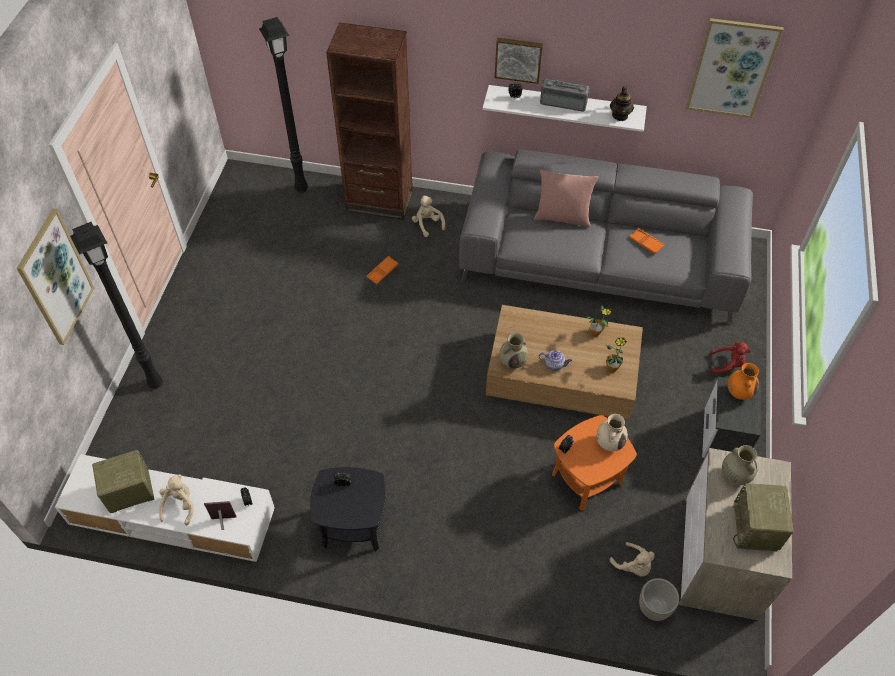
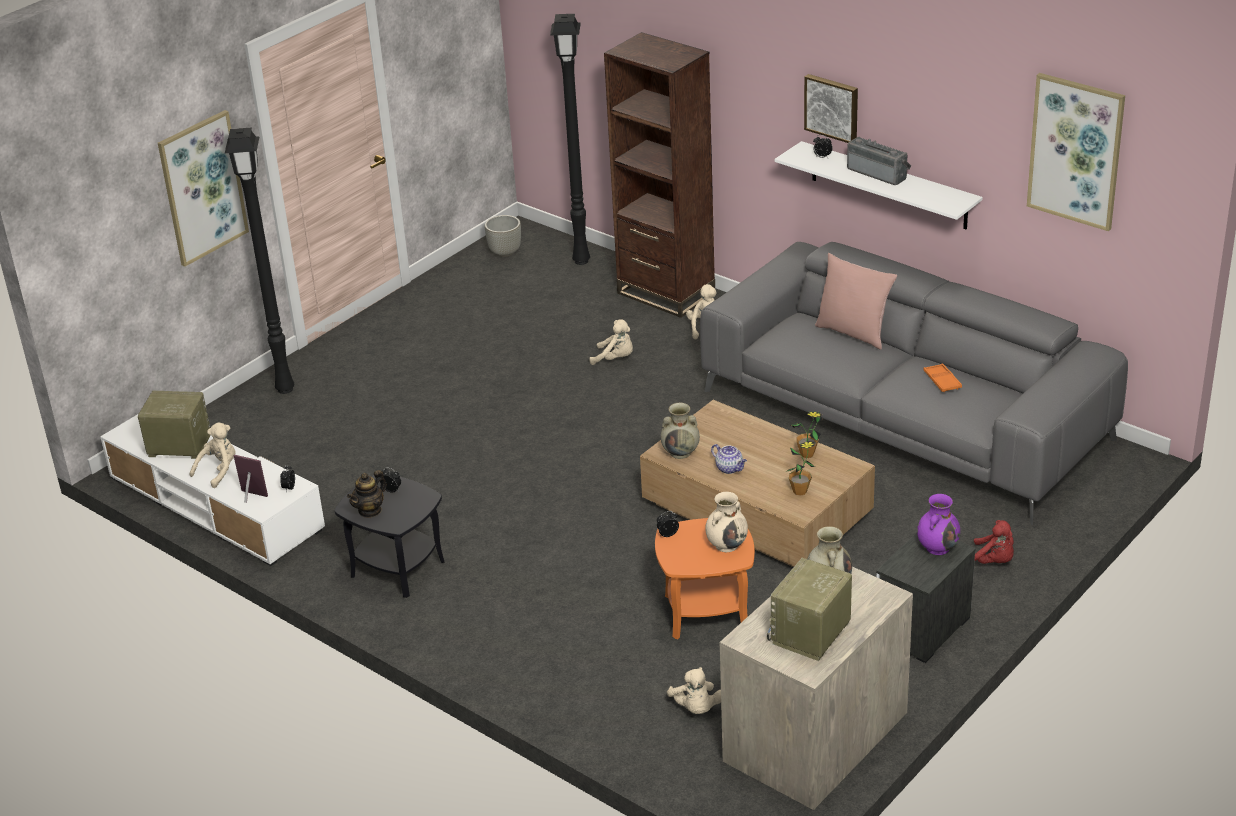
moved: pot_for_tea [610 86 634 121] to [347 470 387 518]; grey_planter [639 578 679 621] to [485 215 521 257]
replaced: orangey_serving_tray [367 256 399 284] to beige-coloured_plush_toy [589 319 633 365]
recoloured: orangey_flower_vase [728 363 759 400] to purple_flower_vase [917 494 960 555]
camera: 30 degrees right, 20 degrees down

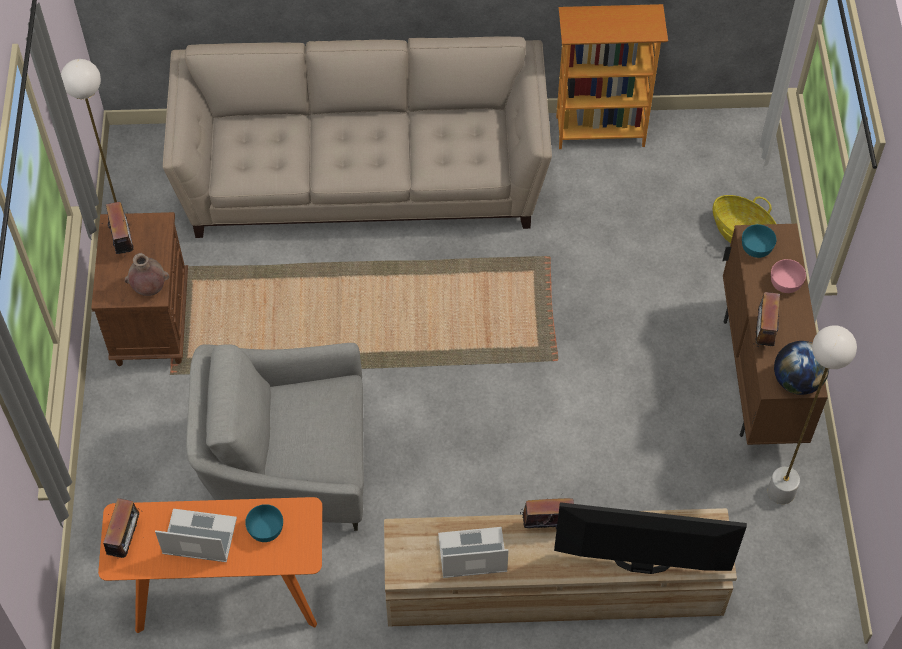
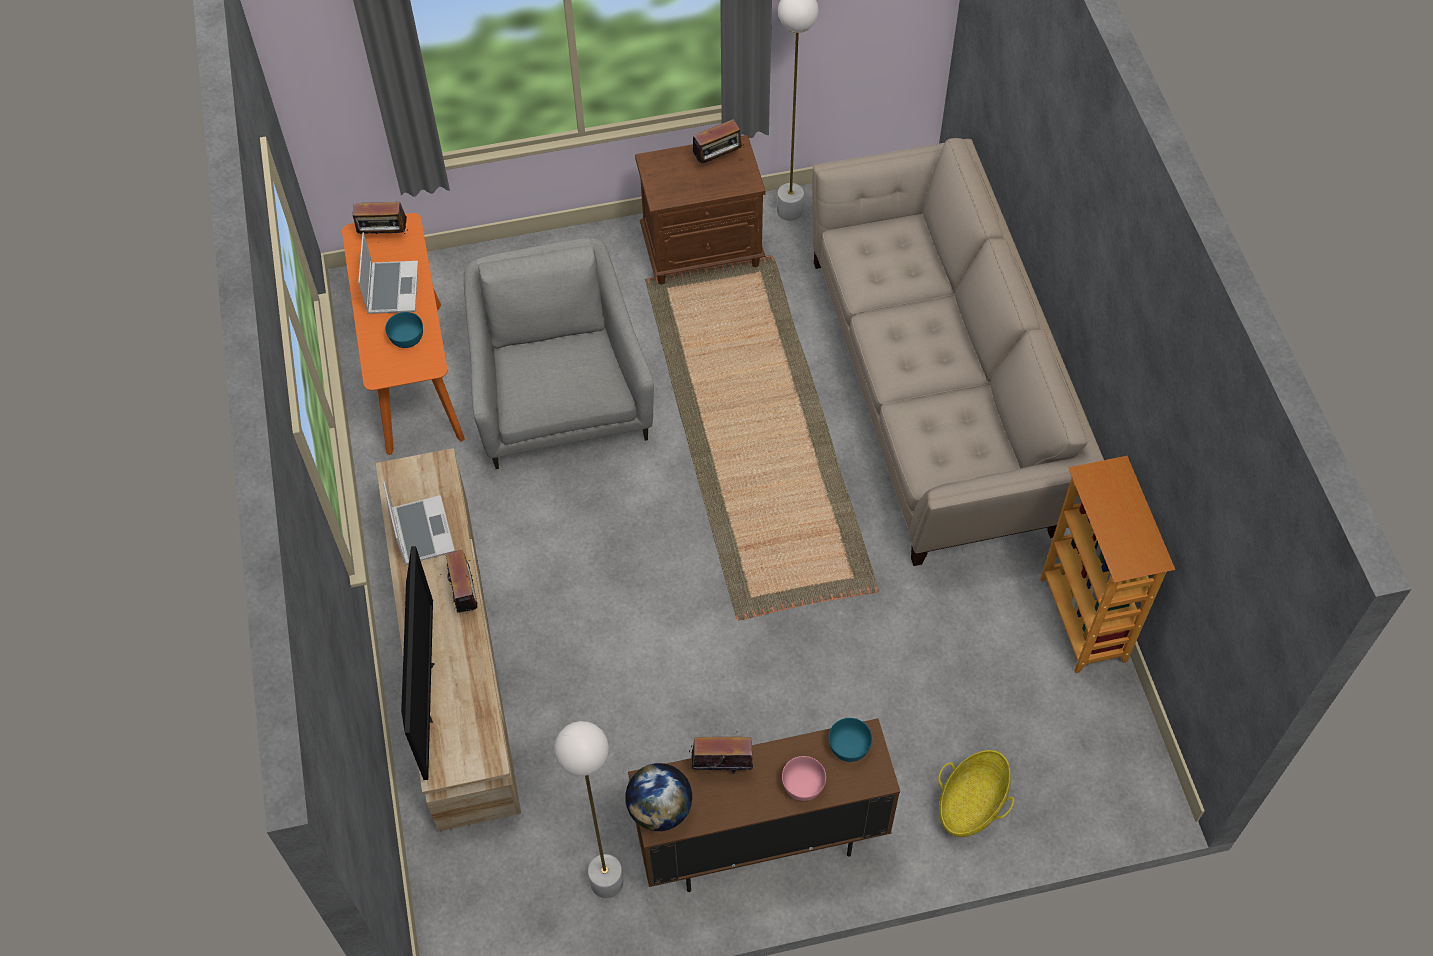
removed: brownish_flower_vase [125 253 169 296]
camera: 80 degrees right, 0 degrees up

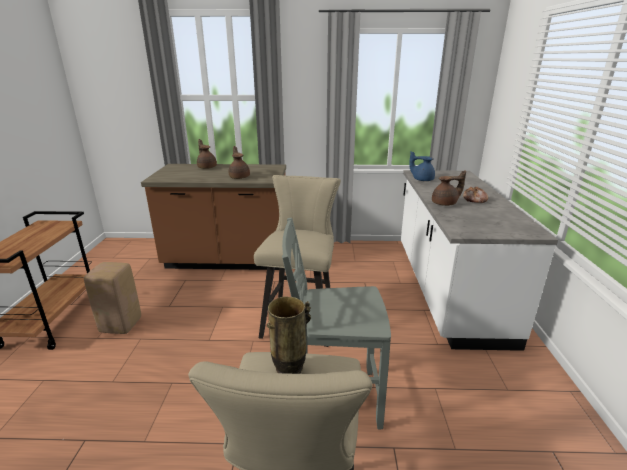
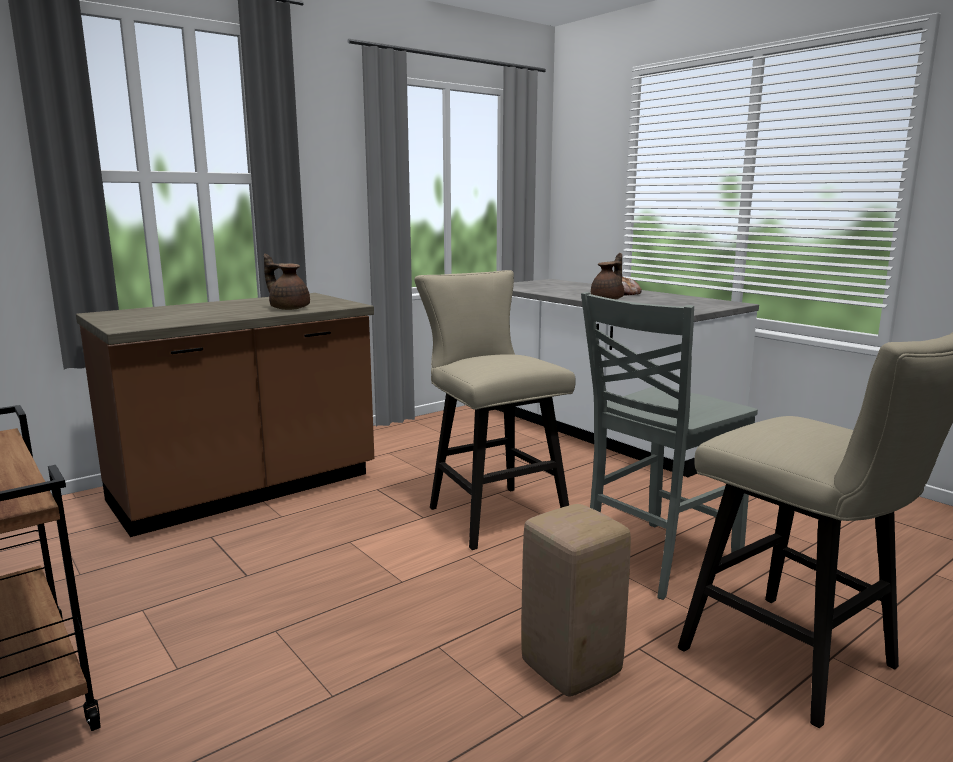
removed: brownish_pot_for_tea [197 139 217 169]; flower_vase [267 296 311 374]; bluish_pot_for_tea [409 151 435 181]
moved: beige-coloured_stool_seat [84 262 141 334] to [521 504 631 697]
camera: 40 degrees left, 10 degrees down

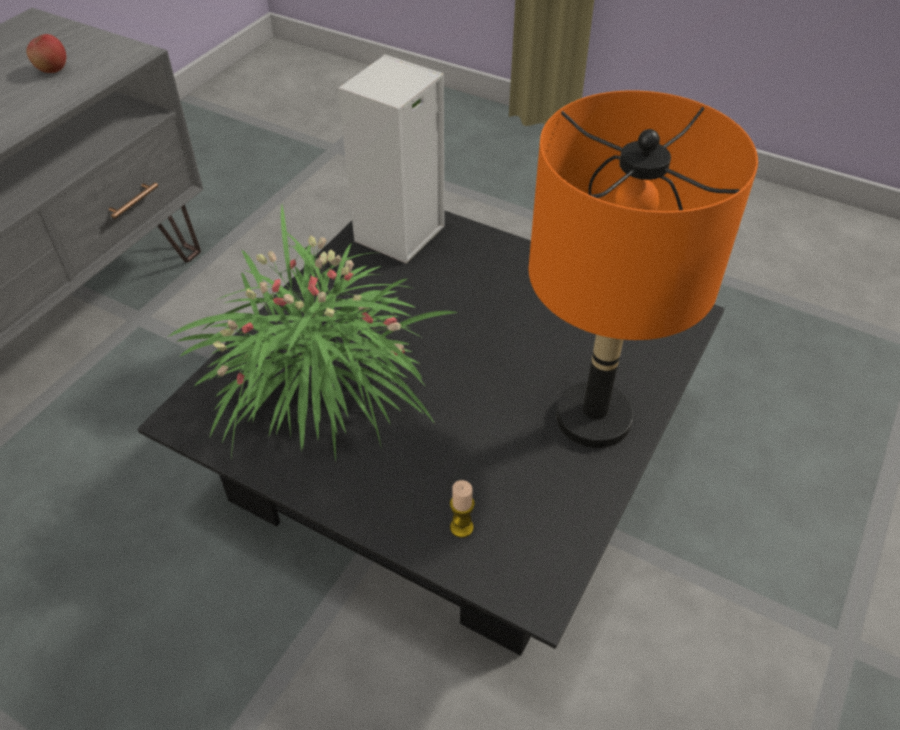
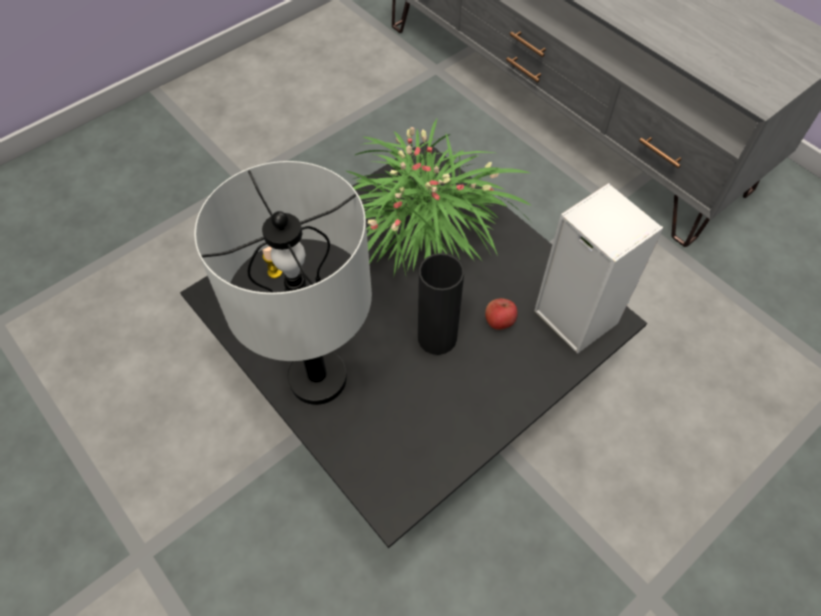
added: black_flower_vase [418 253 464 355]
moved: whole_apple [26 34 66 73] to [485 298 518 330]
recoloured: orangey_table_lamp [529 90 758 448] to grey_table_lamp [194 161 372 405]
camera: 110 degrees right, 10 degrees up

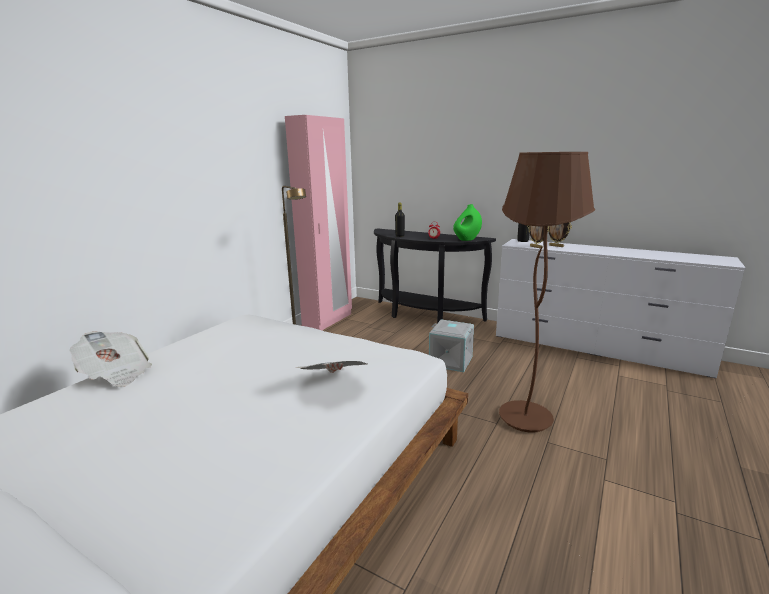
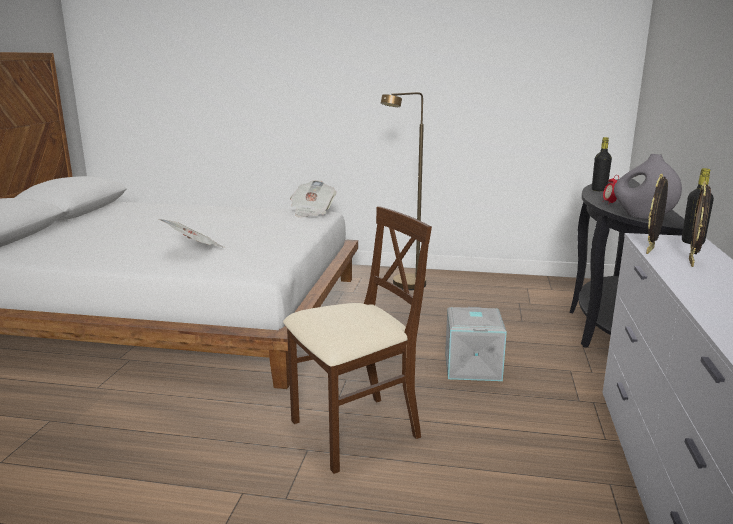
removed: pink-coloured_wardrobe [285 115 352 330]
moved: printed_paper [69 331 152 387] to [290 180 336 217]
replaced: brownish_standard_lamp [499 152 595 433] to beige-coloured_plain_chair [283 206 432 474]
recoloured: greenish_flower_vase [453 204 482 241] to grey_flower_vase [614 154 682 219]
camera: 70 degrees right, 0 degrees up

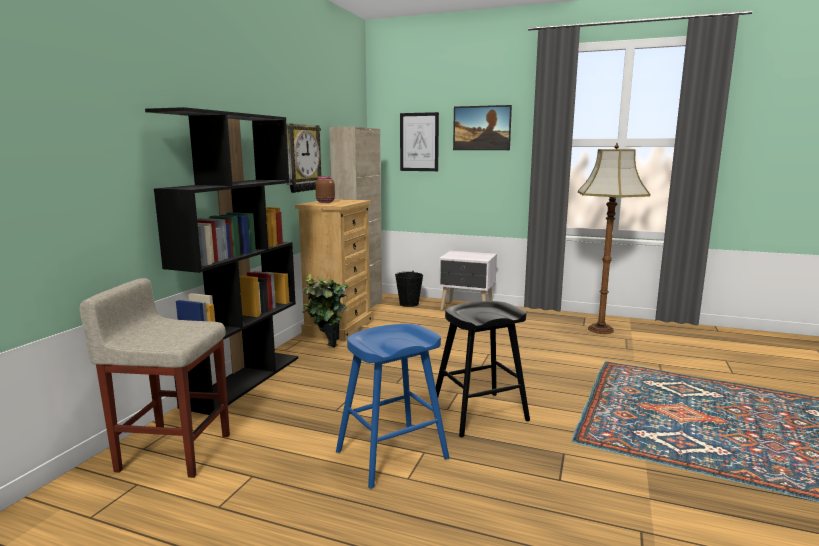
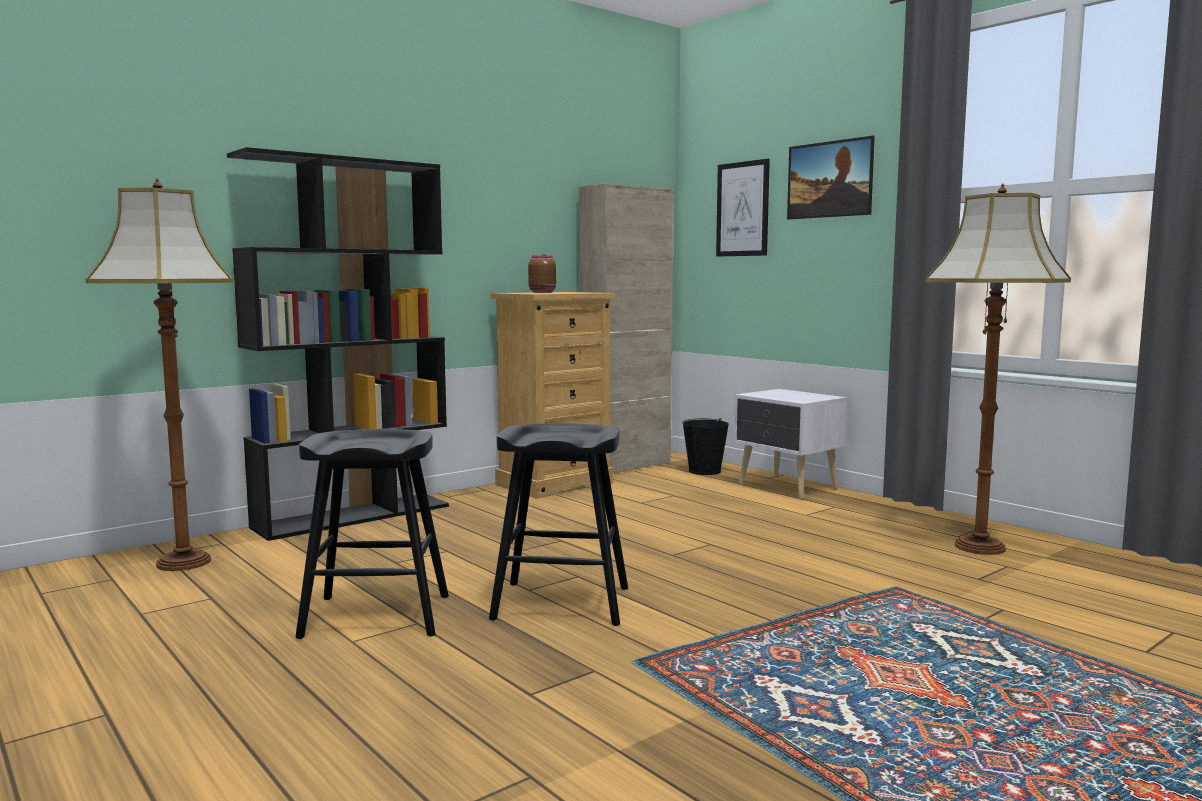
removed: hanging_clock [286 123 321 193]; potted_plant [302 274 349 348]
replaced: beige-coloured_stool_seat [79 278 230 478] to standard_lamp [86 178 233 571]
recoloured: bluish_stool_seat [336 324 449 489] to black_stool_seat [295 429 449 639]
camera: 30 degrees right, 5 degrees down

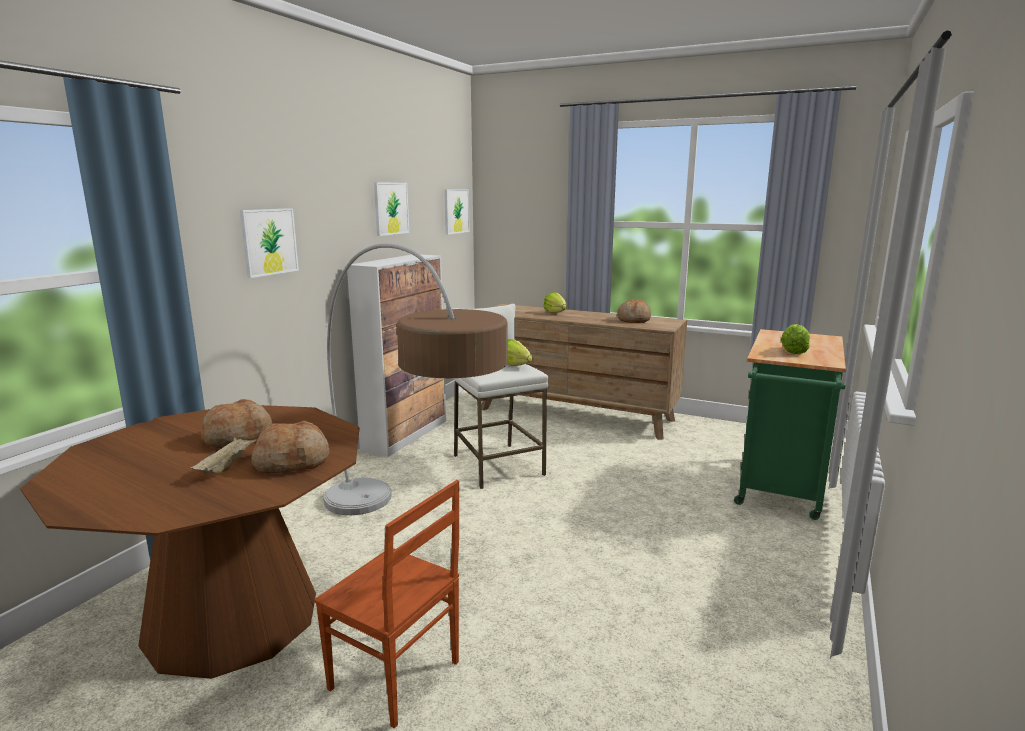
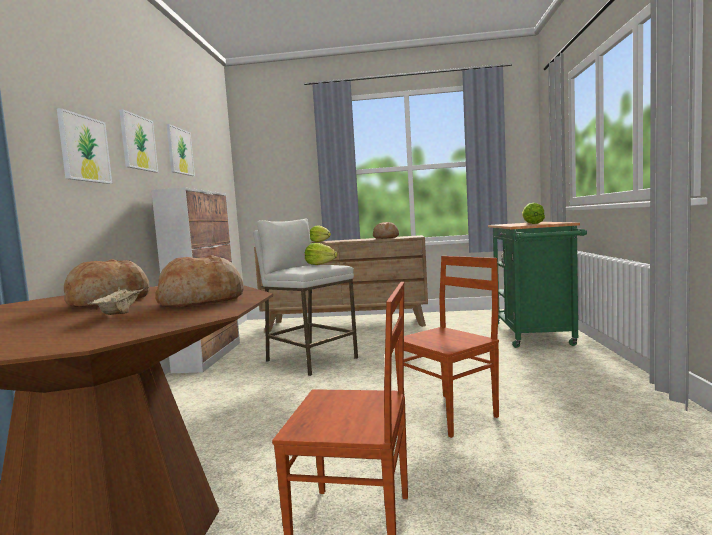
removed: standard_lamp [323 243 508 515]
added: brownish_plain_chair [395 256 499 438]
moved: wall_picture [444 189 470 235] to [119 109 158 173]
camera: 20 degrees left, 10 degrees down

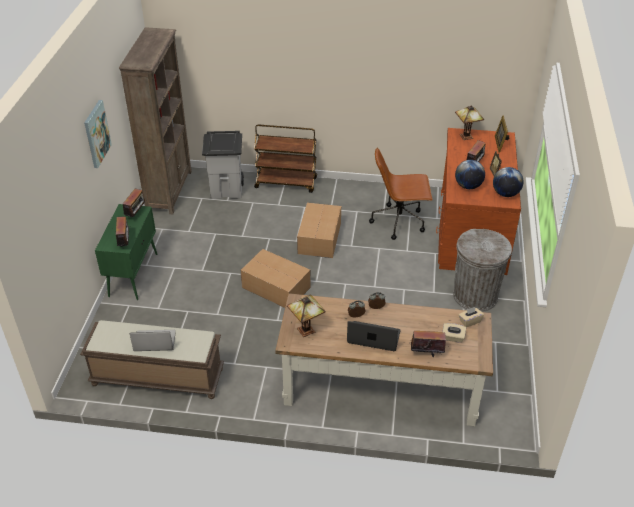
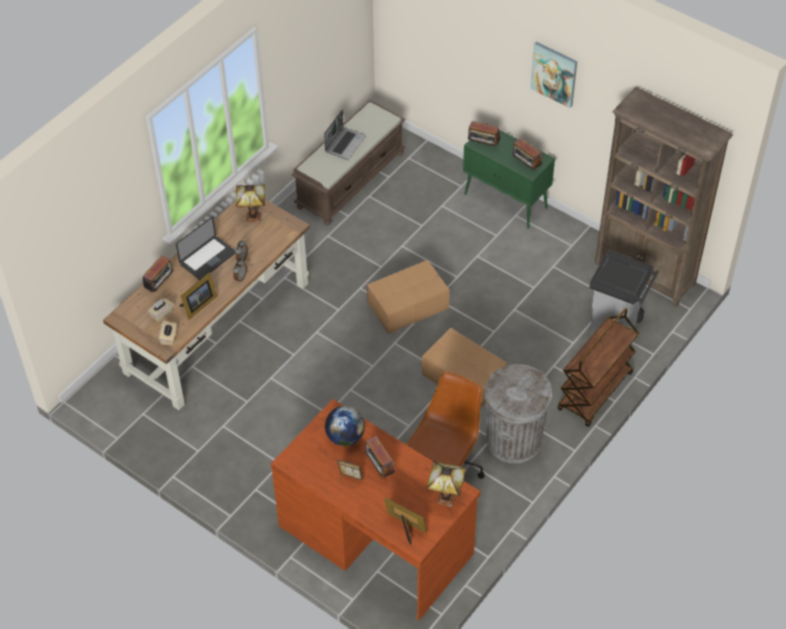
removed: globe [493 167 524 197]
added: photo_frame [180 273 217 320]
moved: grey_trash_can [453 229 512 312] to [484 364 553 463]
camera: 120 degrees right, 10 degrees up

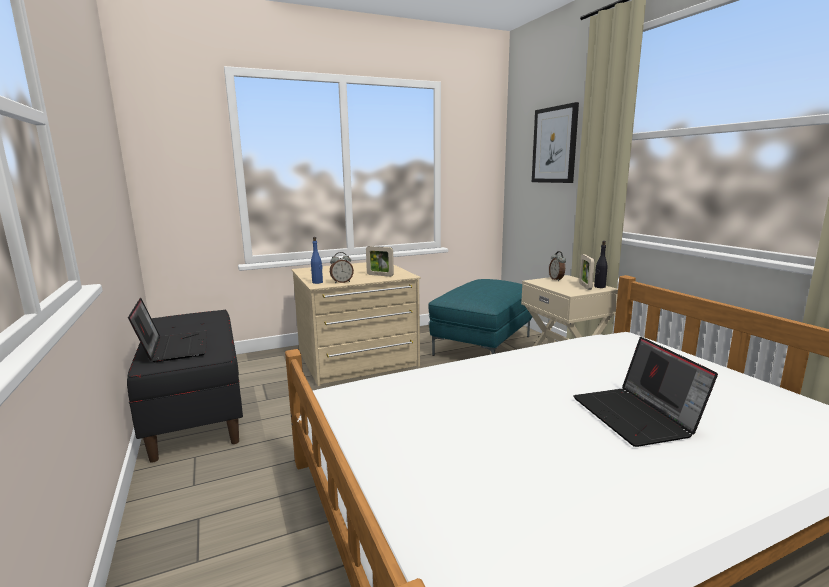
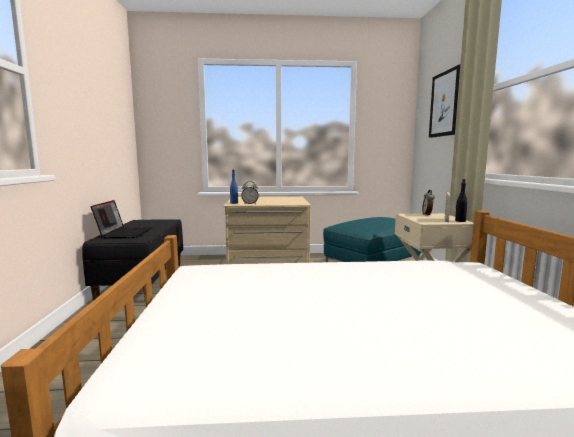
removed: photo_frame [366 246 394 277]; portable_computer [574 337 718 447]
camera: 20 degrees right, 5 degrees down

